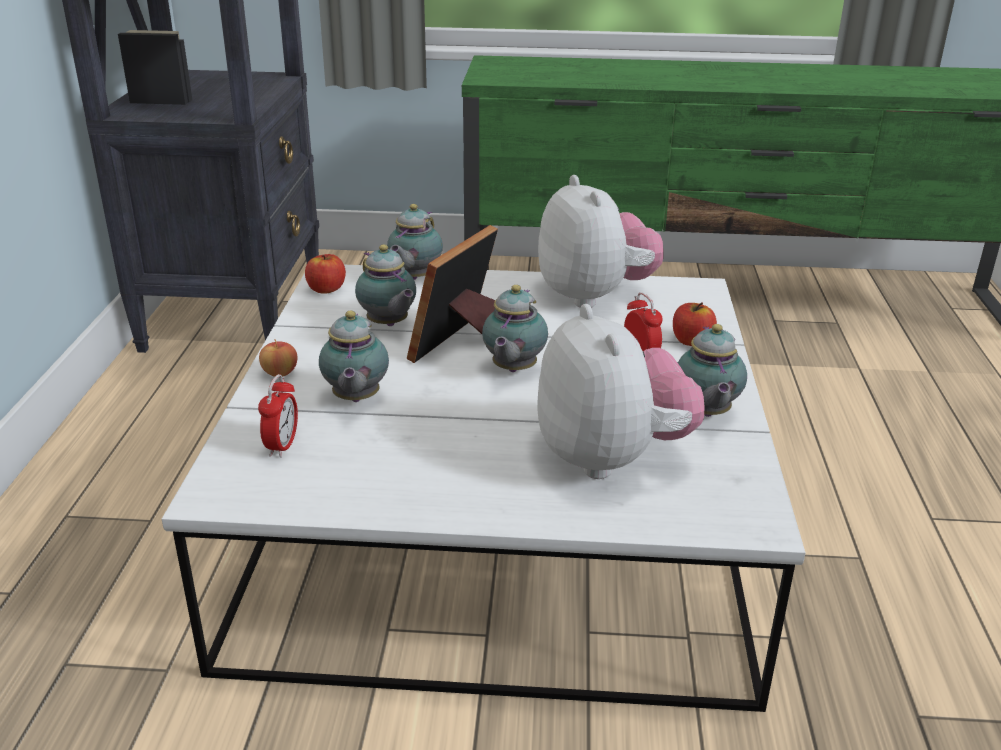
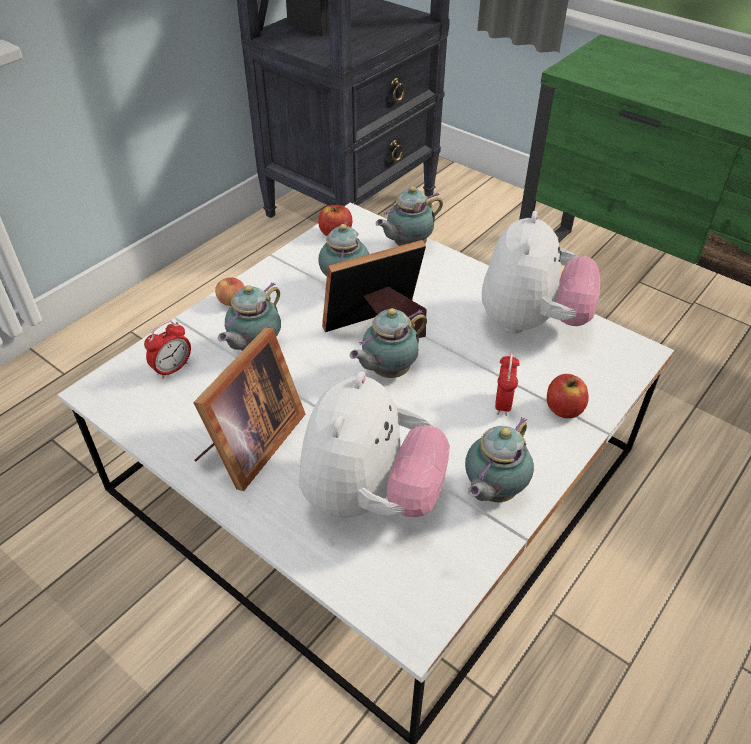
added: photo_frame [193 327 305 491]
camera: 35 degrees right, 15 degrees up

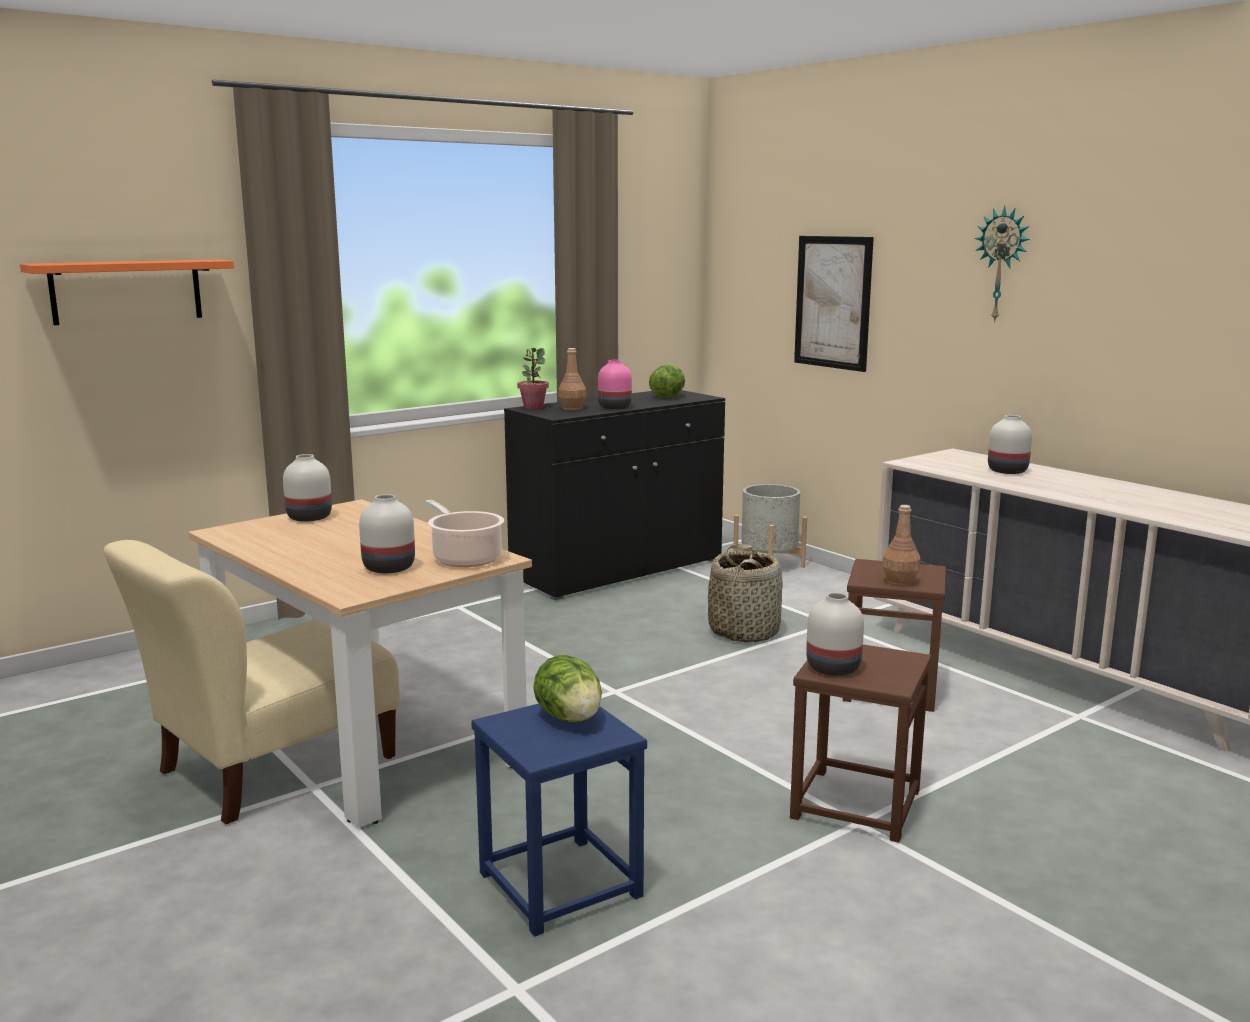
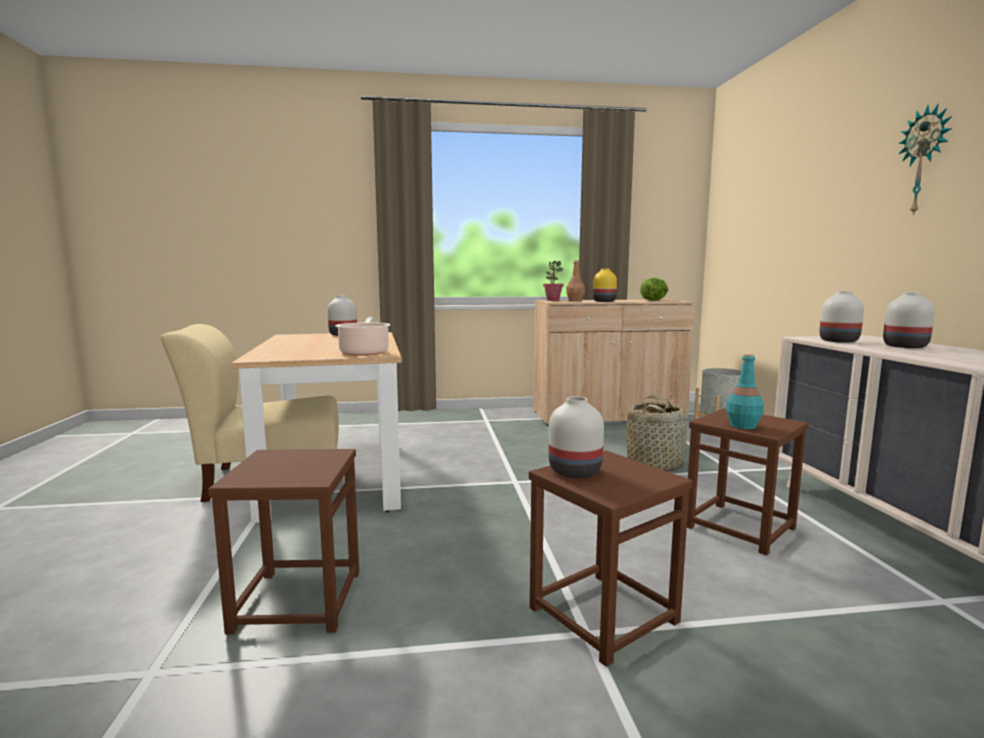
removed: orangey_wall_shelf [20 259 234 325]; lettuce_head [534 655 602 722]; wall_picture [794 236 874 372]
moved: whitish_flower_vase [359 494 415 573] to [819 291 864 343]
recoloured: bluish_stool_seat [471 703 647 936] to brownish_stool_seat [208 449 359 634]; black_storage_cabinet [504 390 725 600] to beige-coloured_storage_cabinet [534 299 695 426]; pink-coloured_flower_vase [598 360 632 410] to yellowish_flower_vase [593 269 617 302]; brownish_beverage_bottle [882 505 920 586] to blue-green_beverage_bottle [726 353 764 429]
camera: 30 degrees right, 5 degrees down

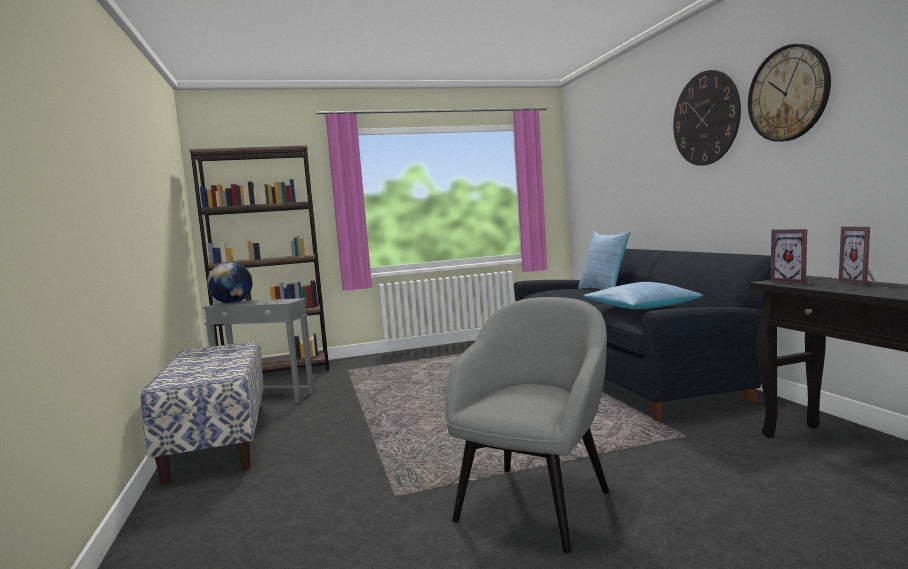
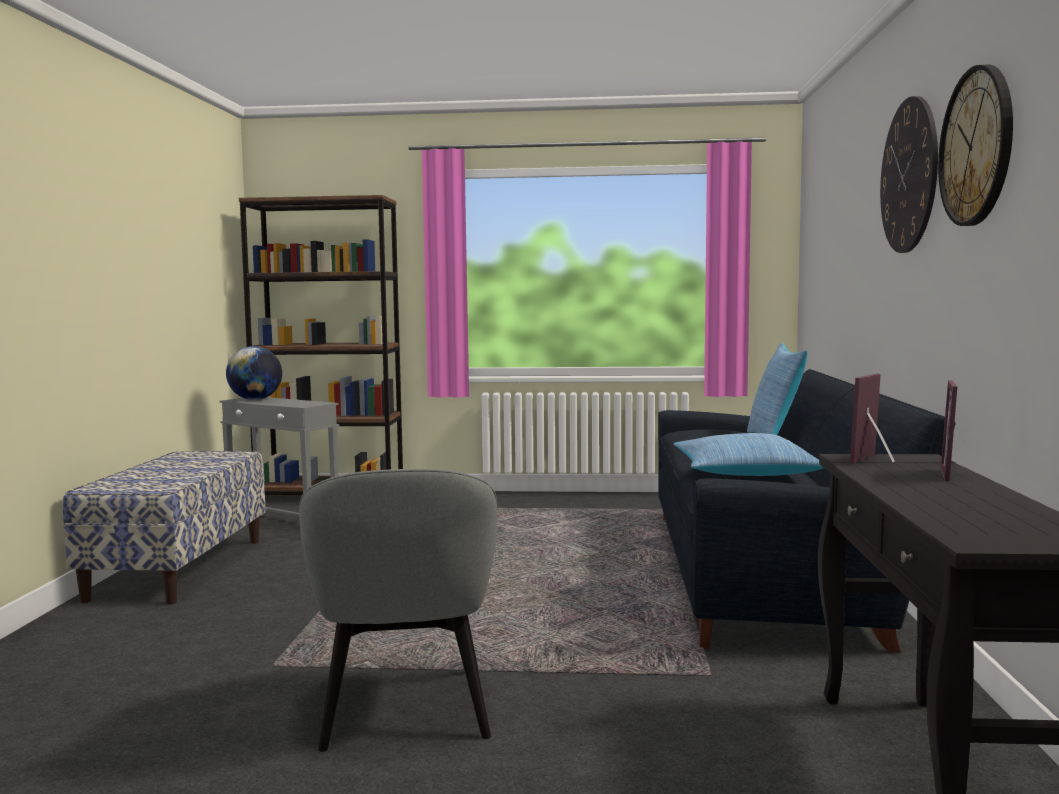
turned: grey_easy_chair [445 297 609 553] = [299 469 497 752] 120 degrees clockwise; photo_frame [771 229 807 284] = [850 374 895 464] 45 degrees clockwise
camera: 20 degrees right, 0 degrees up

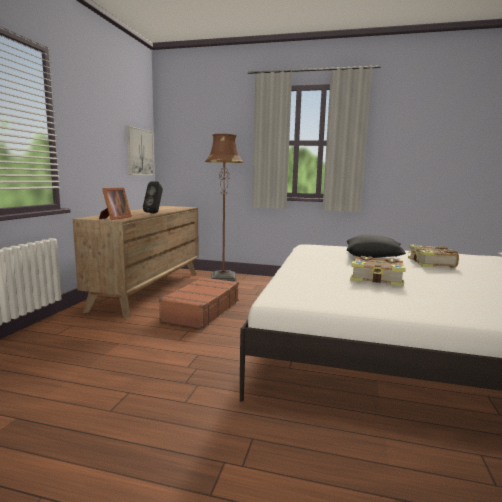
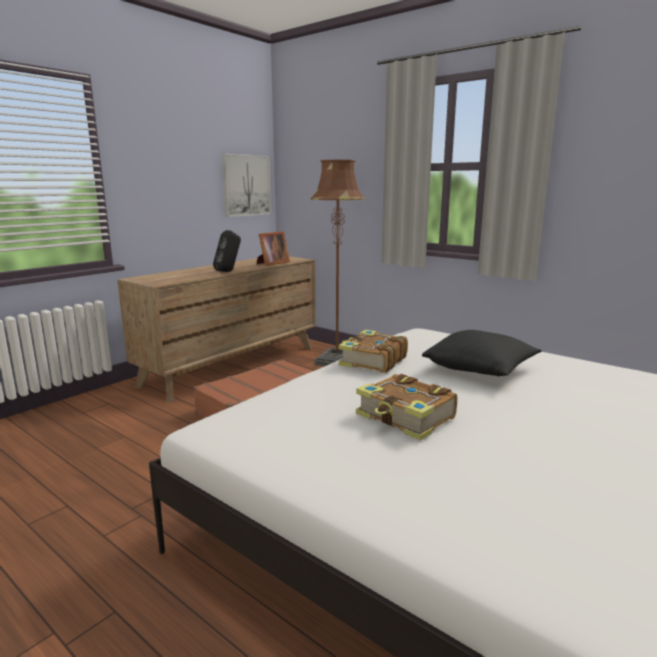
moved: photo_frame [99 188 132 220] to [257 231 290 266]; book [408 245 459 268] to [339 330 408 373]
camera: 25 degrees right, 5 degrees up

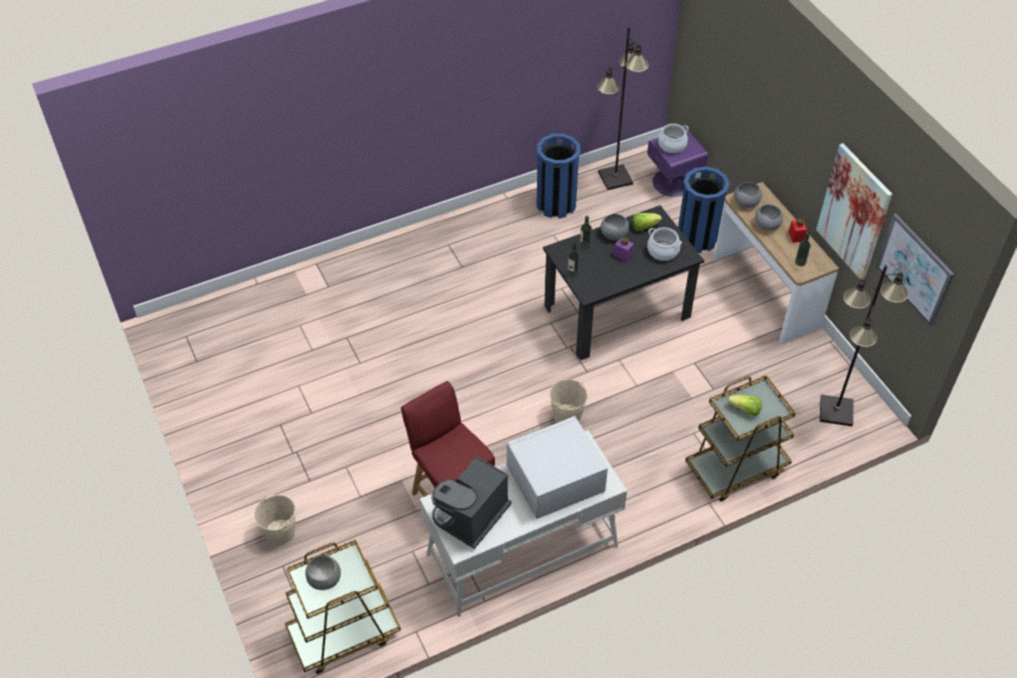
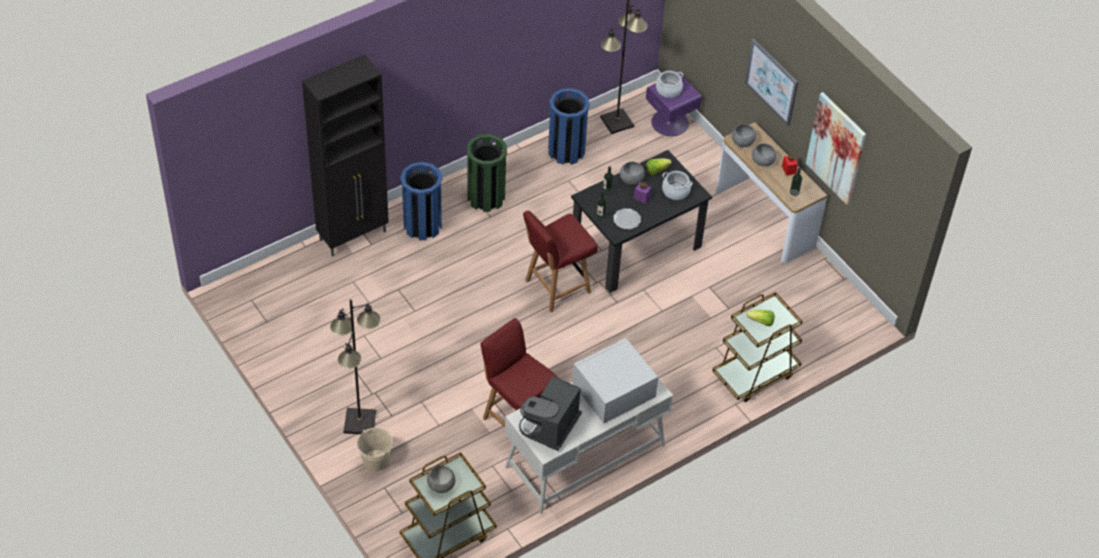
removed: beige-coloured_pail [549 379 588 423]
added: black_storage_cabinet [302 55 389 257]; greenish_trash_can [467 134 507 212]; red_plain_chair [523 211 598 312]; flat_dish [613 208 641 229]
moved: black_standard_lamp [820 265 908 426] to [330 299 381 434]; bluish_trash_can [678 167 730 253] to [400 162 443 240]; wall_picture [876 213 954 327] to [745 39 798 126]
camera: 10 degrees left, 0 degrees up

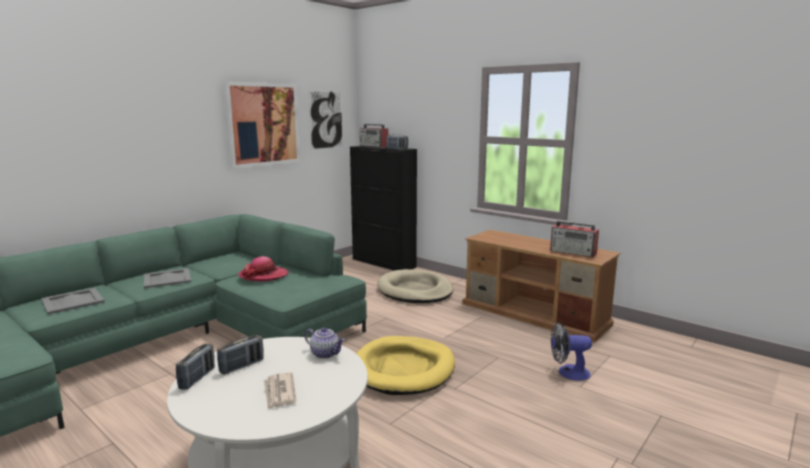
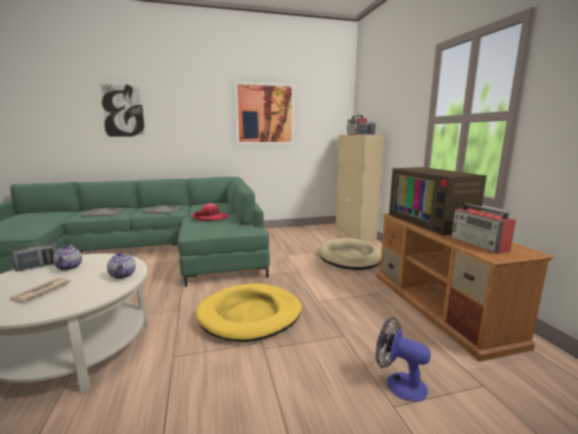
added: TV_set [389 167 487 236]
moved: wall_picture [308 90 343 150] to [97 82 147 138]
replaced: radio_set [217 335 264 375] to pot_for_tea [53 245 82 270]
recoloured: black_storage_cabinet [350 146 417 271] to beige-coloured_storage_cabinet [336 135 384 241]
camera: 35 degrees right, 0 degrees up

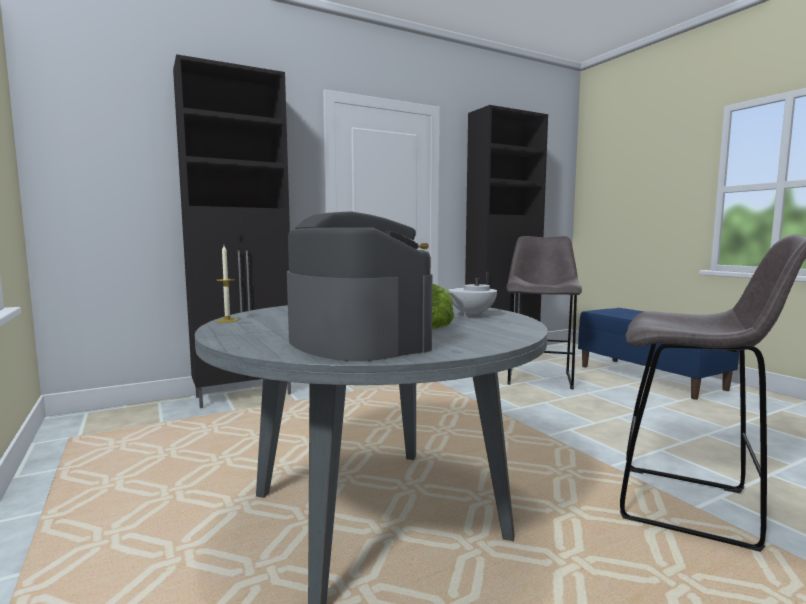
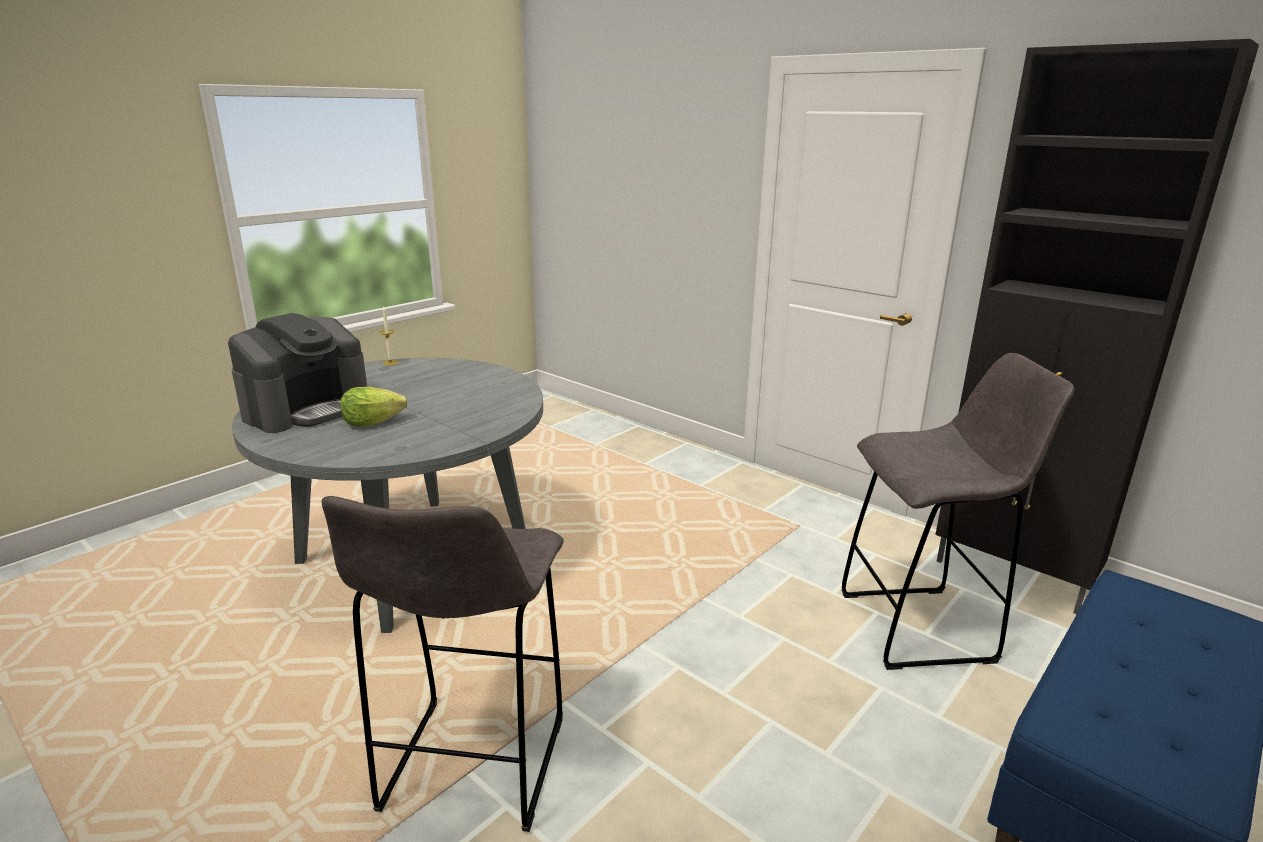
removed: black_storage_cabinet [173 54 291 408]; whitish_pot_for_tea [449 272 497 317]
camera: 70 degrees right, 15 degrees up

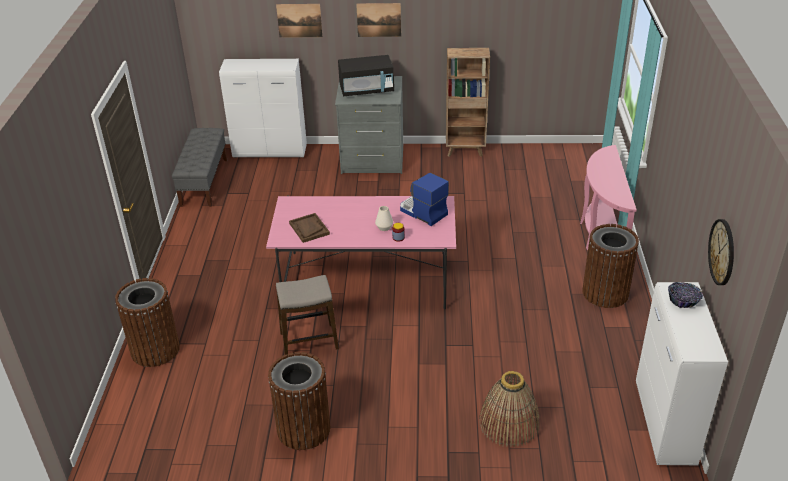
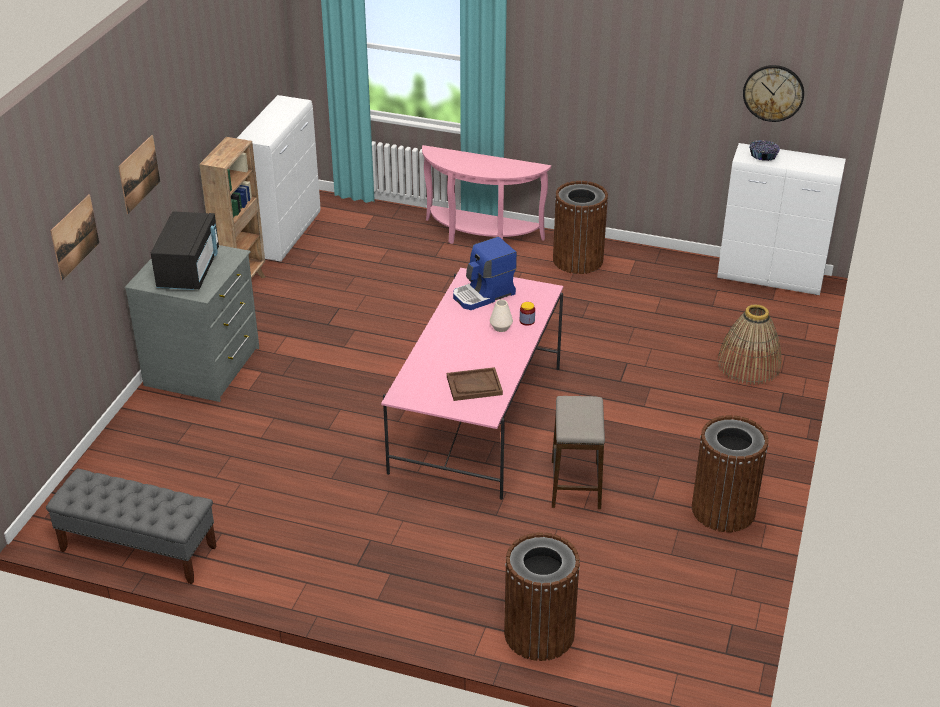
moved: whitish_storage_cabinet [219 59 307 158] to [237 95 320 262]
camera: 75 degrees left, 0 degrees up

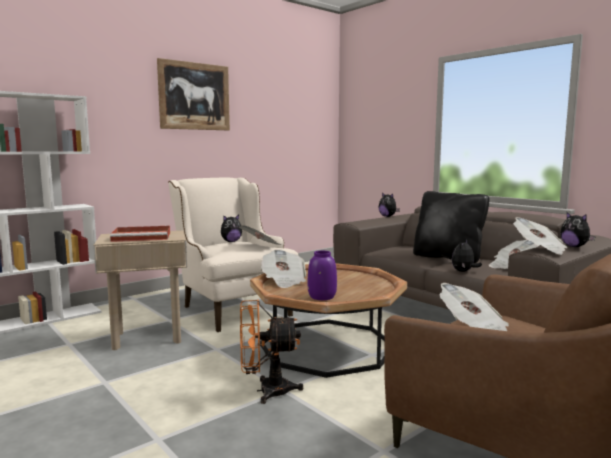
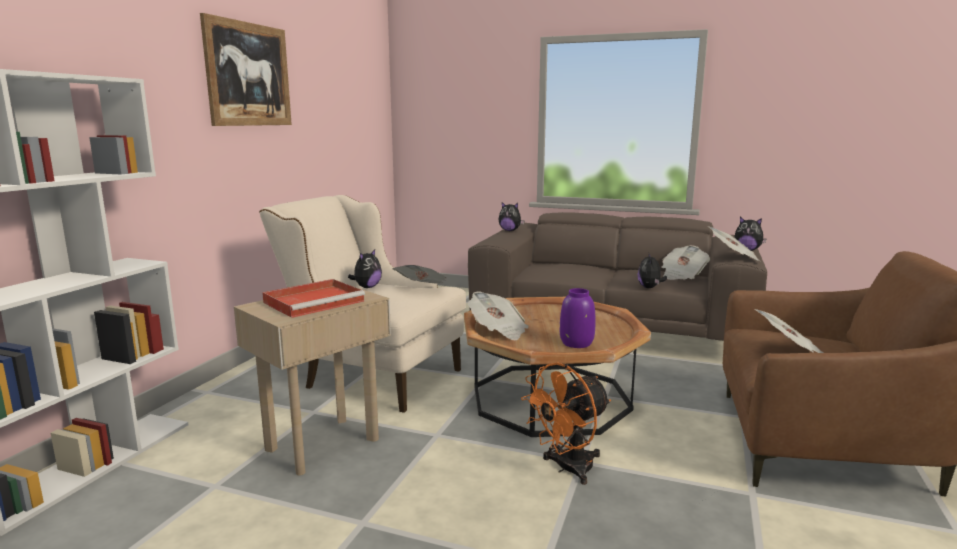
removed: black_cushion [413 191 489 263]
camera: 30 degrees left, 5 degrees up

